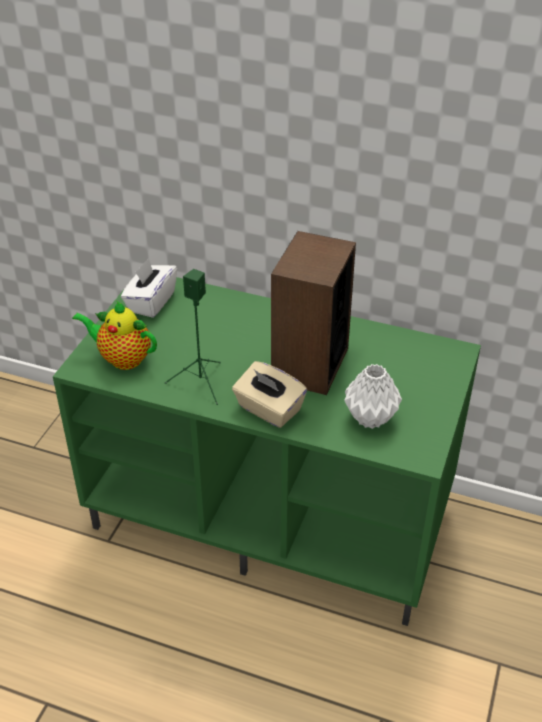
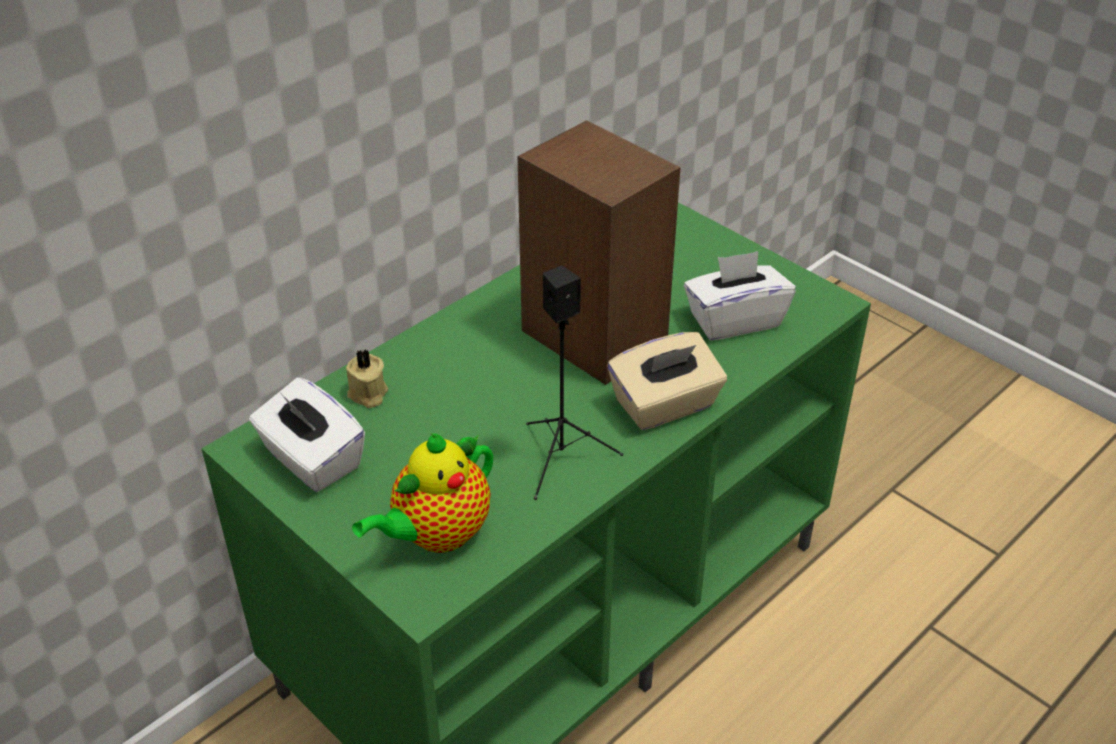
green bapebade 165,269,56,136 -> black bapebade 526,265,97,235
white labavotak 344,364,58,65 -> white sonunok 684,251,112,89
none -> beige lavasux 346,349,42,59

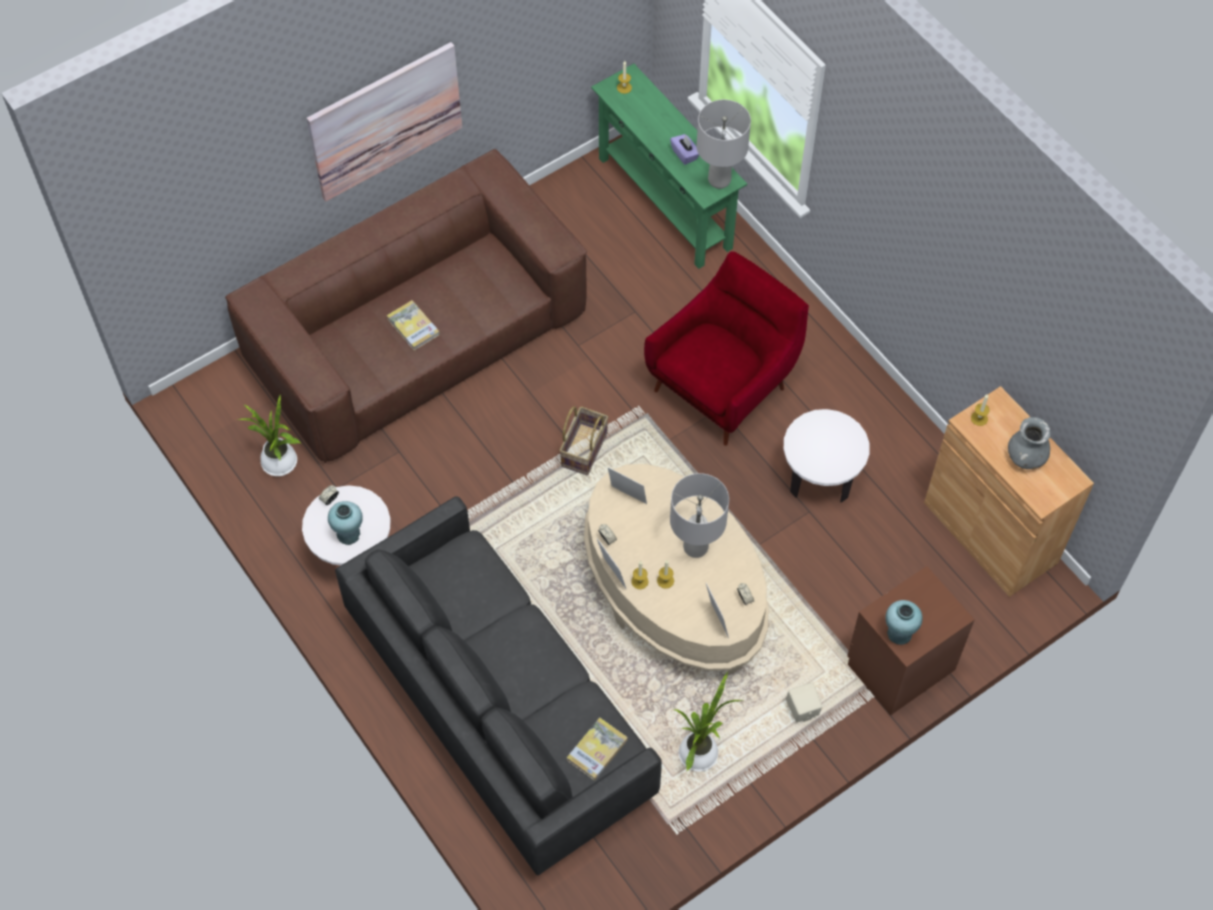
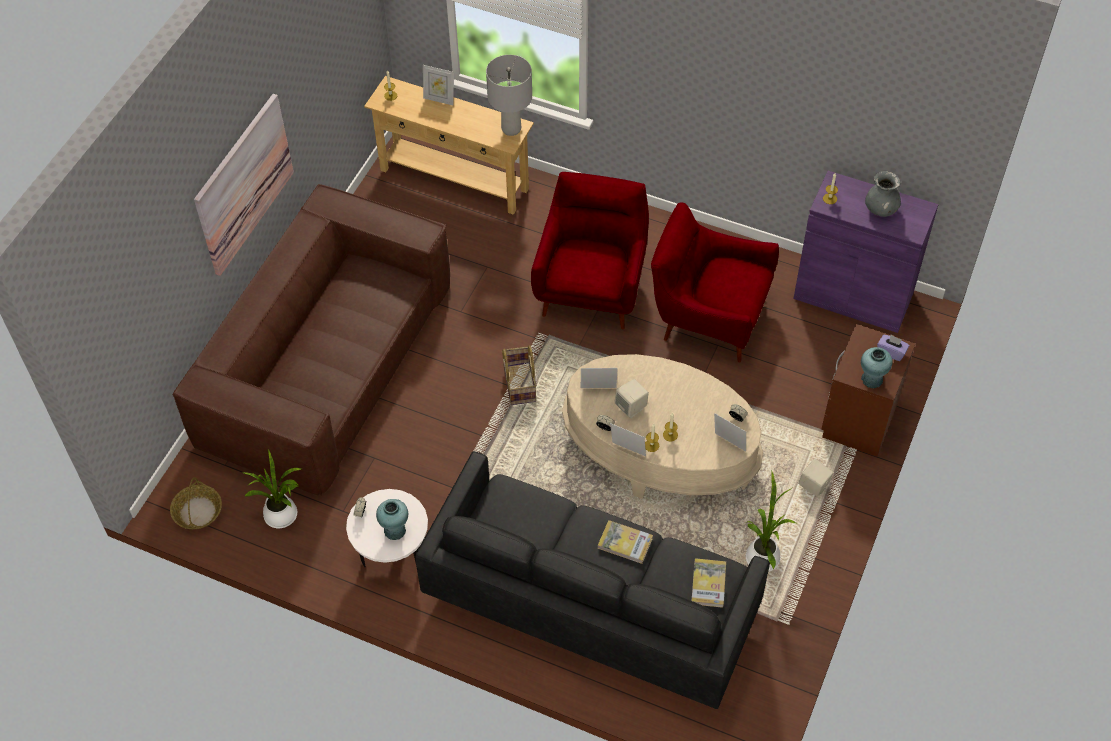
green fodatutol 591,63,156,206 -> beige fodatutol 364,76,170,139
purple sonunok 670,134,29,31 -> purple sonunok 877,334,32,27, shifted
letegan 387,300,53,51 -> letegan 597,520,56,44, shifted
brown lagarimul 924,386,170,211 -> purple lagarimul 793,171,146,162
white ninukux 784,409,86,94 -> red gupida 651,202,128,160
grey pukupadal 670,473,59,85 -> none
none -> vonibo 423,65,30,40
none -> beige bapebade 614,379,35,39
none -> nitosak 170,477,52,52

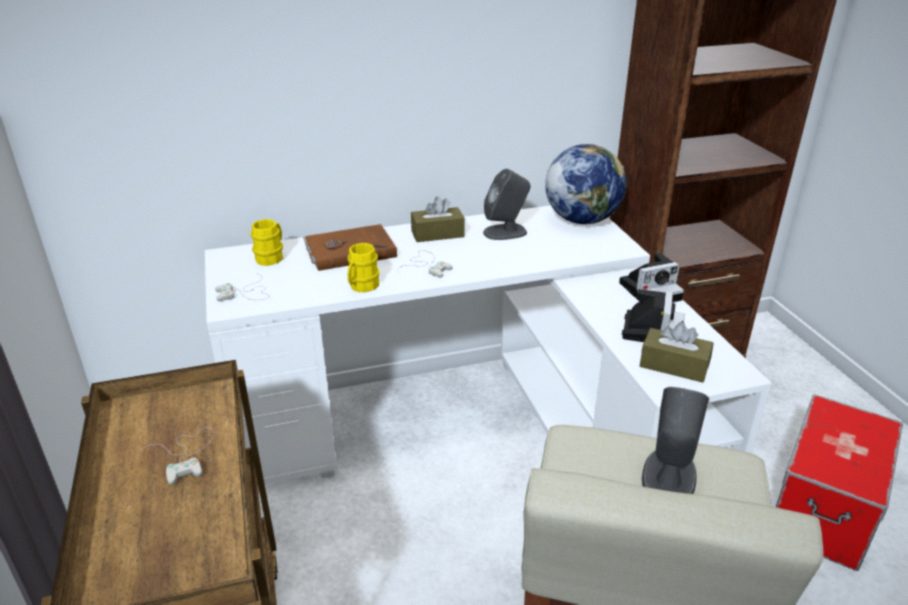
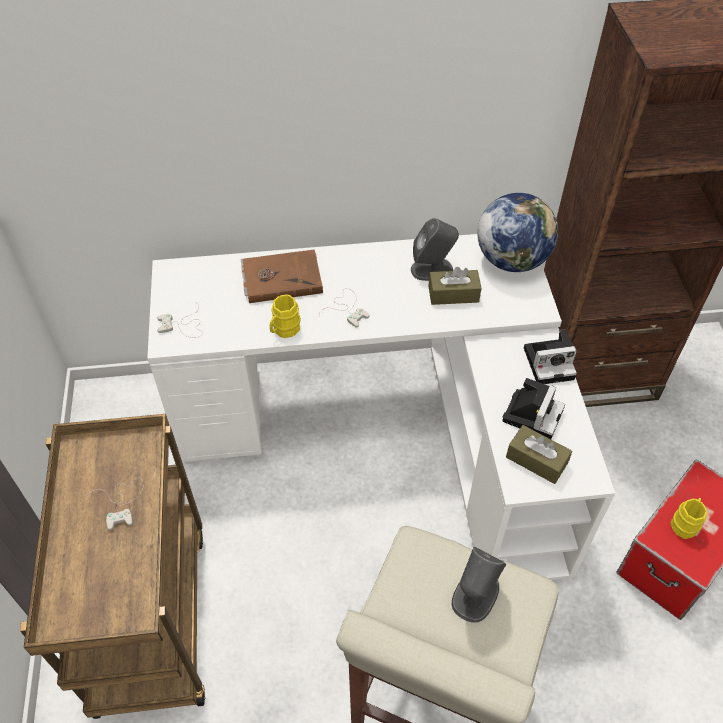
brown sonunok 411,196,54,46 -> brown sonunok 428,267,53,38, shifted
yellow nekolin 250,219,33,47 -> yellow nekolin 670,498,37,41, shifted

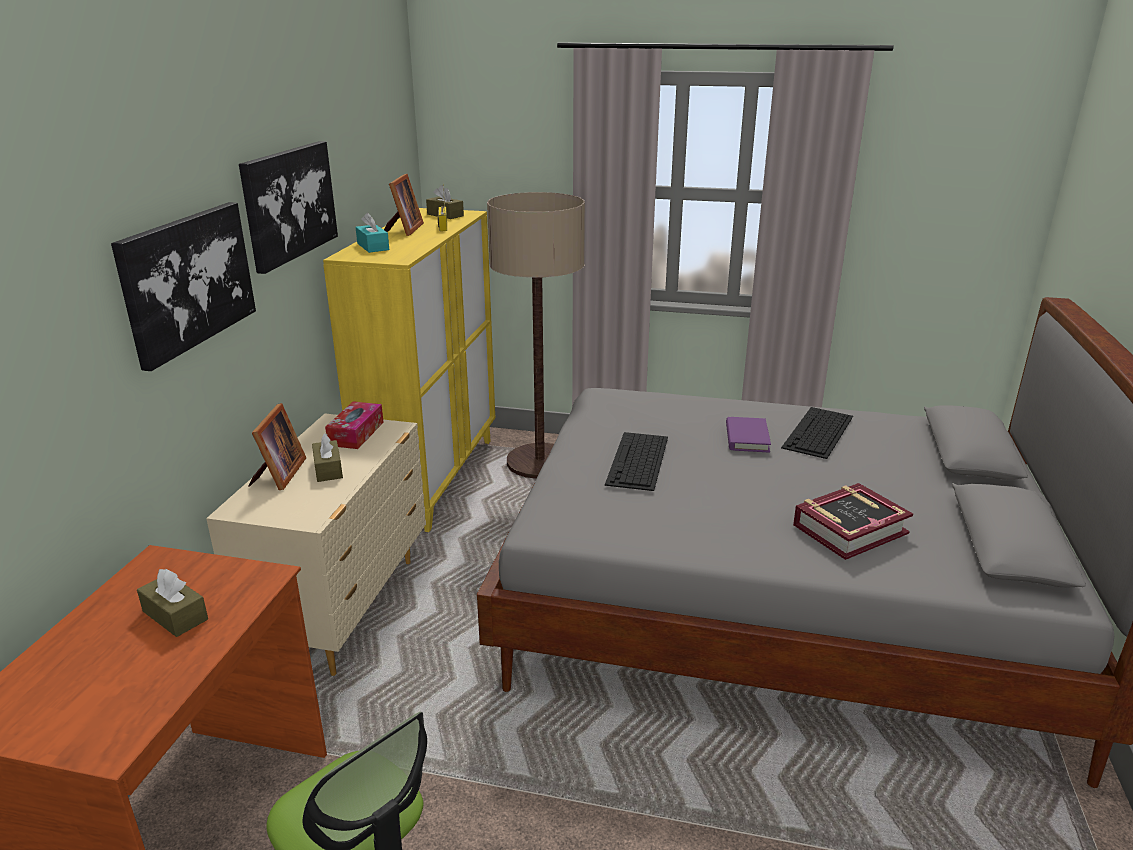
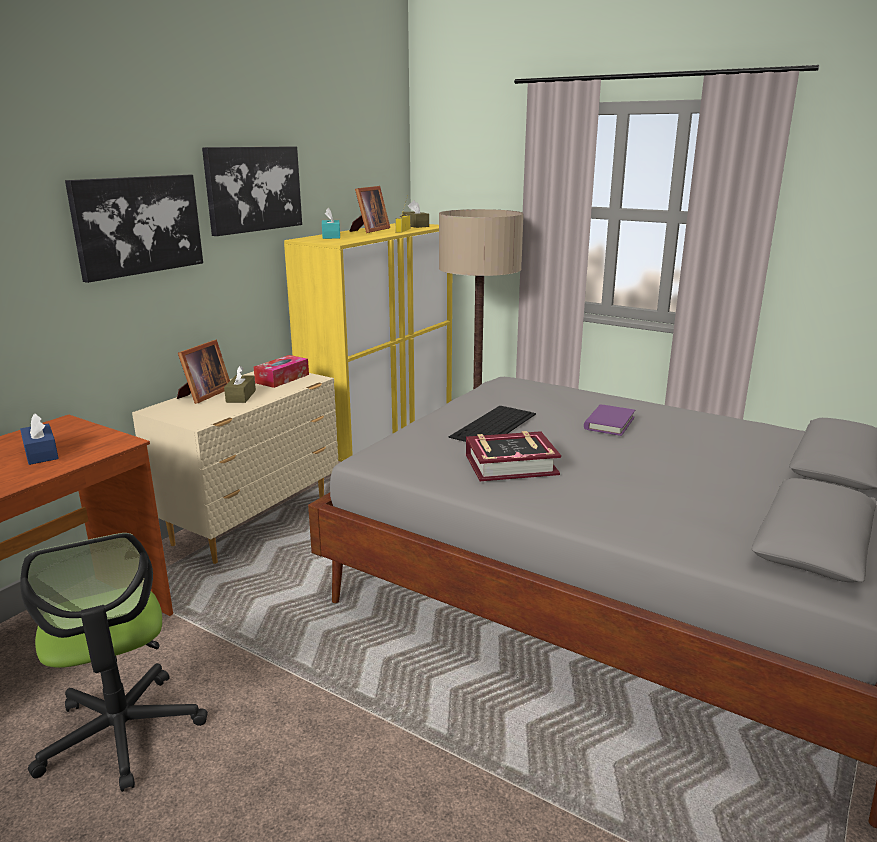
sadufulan 781,407,72,52 -> none
letegan 793,483,120,77 -> letegan 466,431,95,50, shifted
brown sonunok 137,569,71,68 -> blue sonunok 20,413,39,52

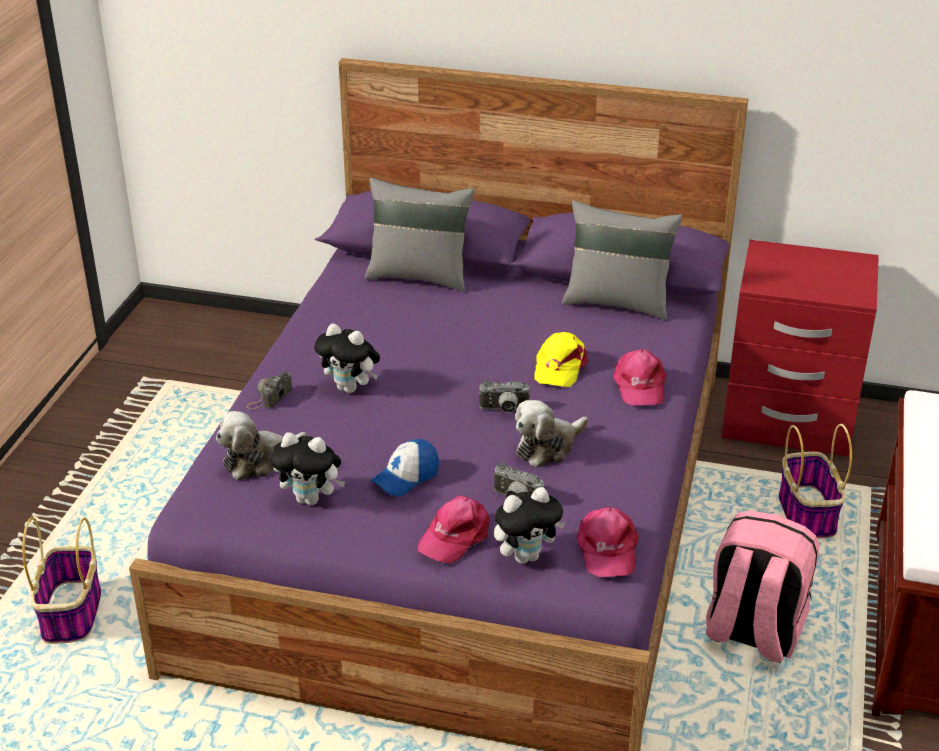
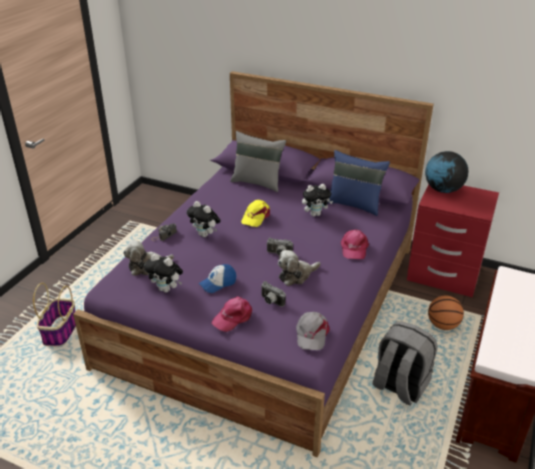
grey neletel 562,200,120,120 -> blue neletel 328,150,62,66
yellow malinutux 535,332,53,55 -> yellow malinutux 241,200,29,27, shifted
nitosak 779,424,73,115 -> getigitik 428,296,36,34
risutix 494,487,72,77 -> risutix 302,184,31,32, shifted
pink malinutux 577,507,62,70 -> grey malinutux 296,312,34,38
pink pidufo 706,511,113,152 -> grey pidufo 372,321,66,85
none -> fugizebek 425,151,44,42

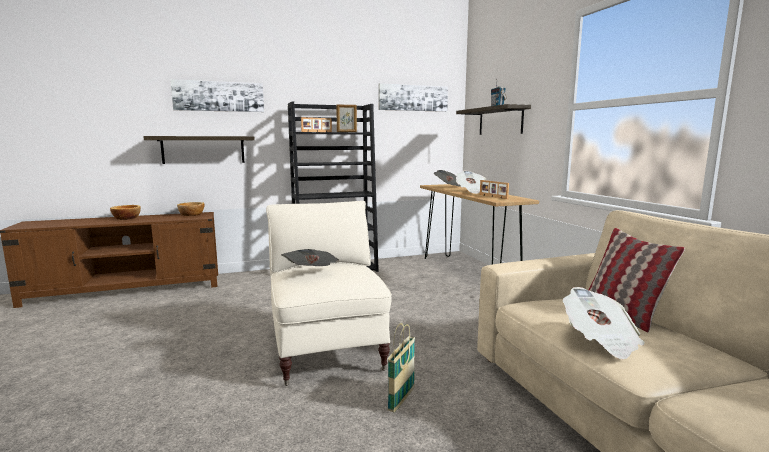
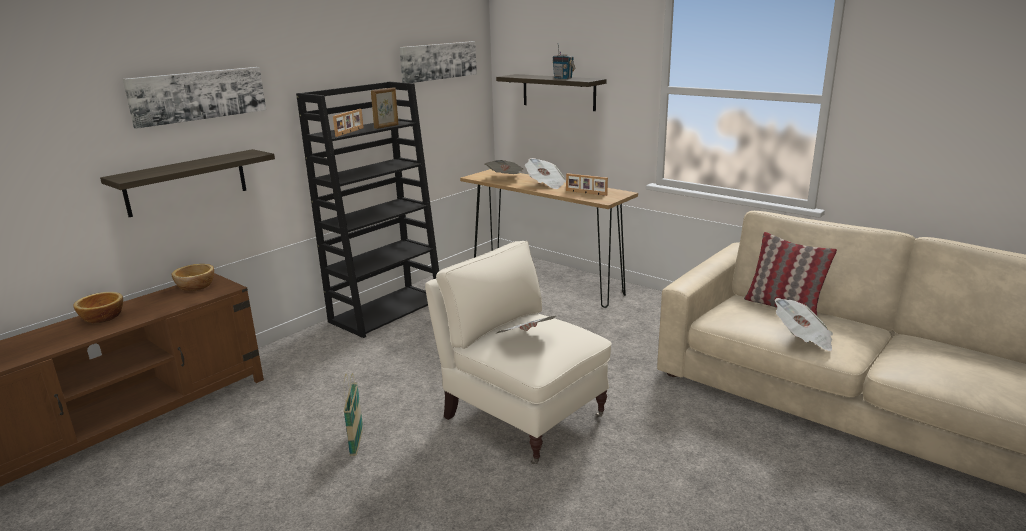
nitosak 388,323,27,90 -> nitosak 344,373,19,83, shifted

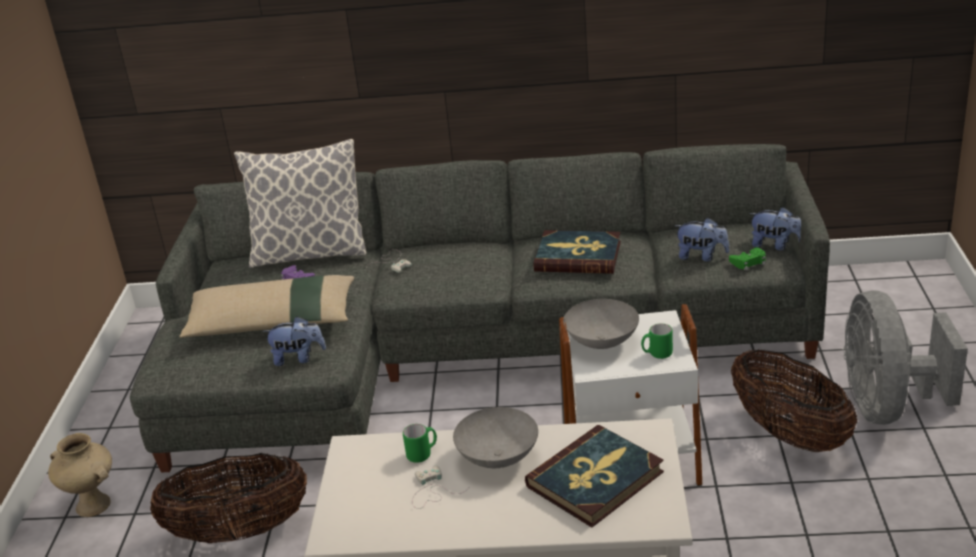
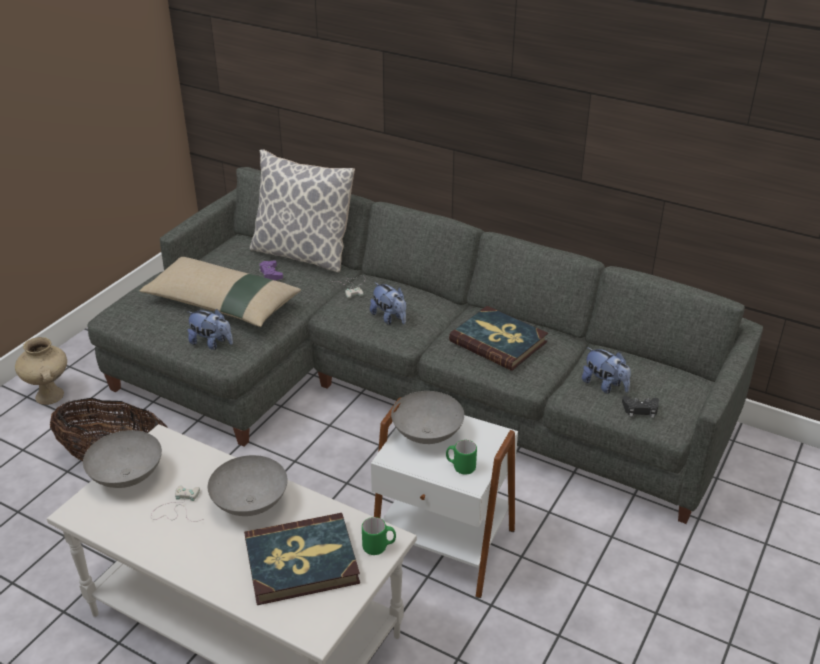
risutix 749,207,52,44 -> risutix 370,282,36,43, shifted
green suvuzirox 729,247,37,23 -> black suvuzirox 622,396,37,22
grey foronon 843,290,125,135 -> none
nitosak 731,349,126,103 -> none
green nekolin 403,424,34,39 -> green nekolin 362,517,34,38, shifted
none -> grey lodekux 83,430,79,58

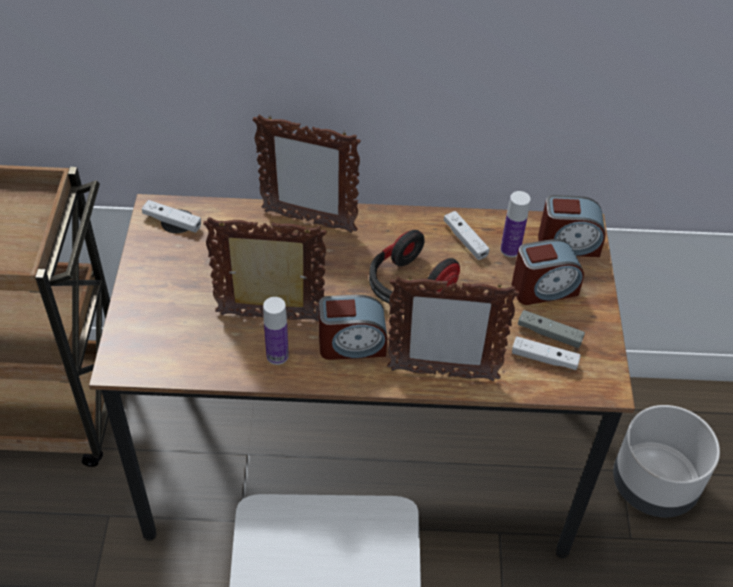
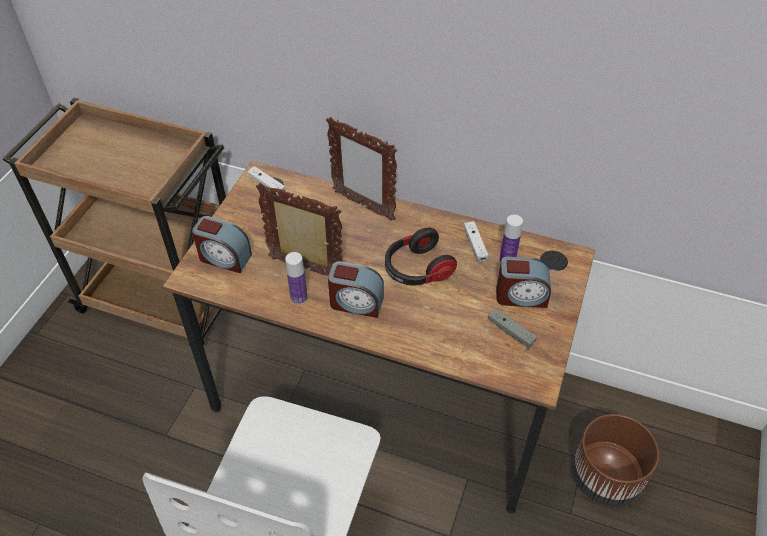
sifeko 538,195,68,62 -> sifeko 192,216,60,57, shifted
vonibo 387,276,132,105 -> none
white suvuzirox 512,337,69,33 -> none
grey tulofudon 613,405,107,112 -> brown tulofudon 572,414,87,93

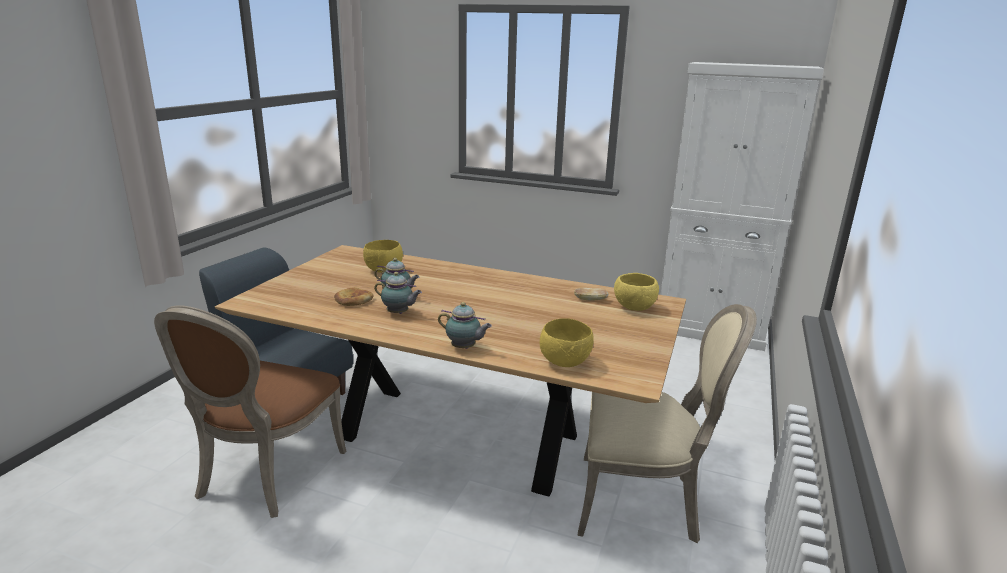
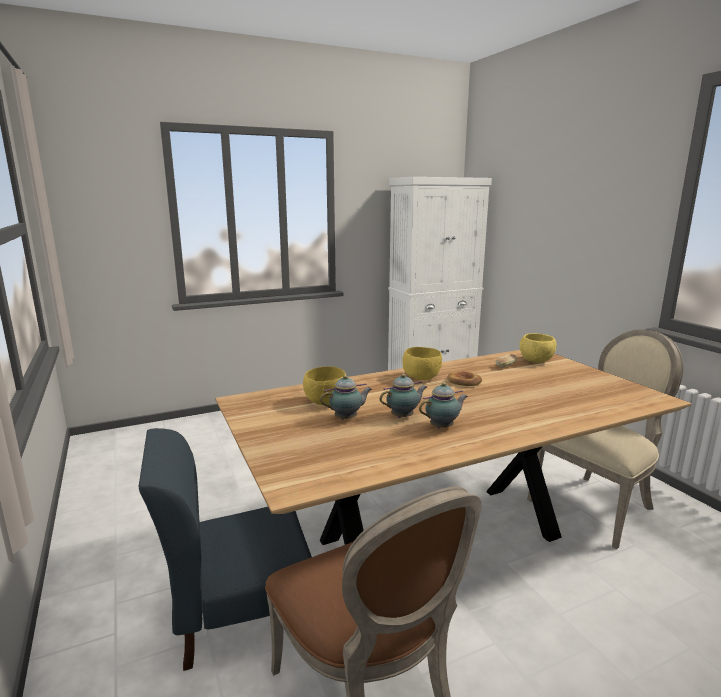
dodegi 334,287,40,19 -> dodegi 448,371,34,15, shifted
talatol 438,302,54,47 -> talatol 320,375,52,45, shifted
yellow lodekux 540,318,54,49 -> yellow lodekux 402,347,40,33, shifted

